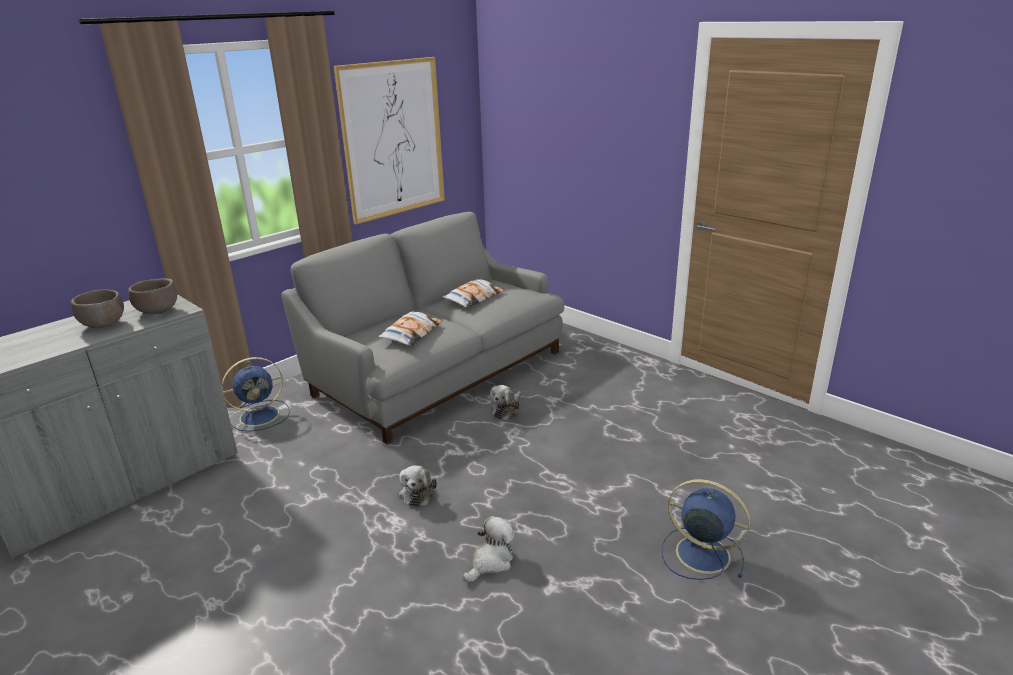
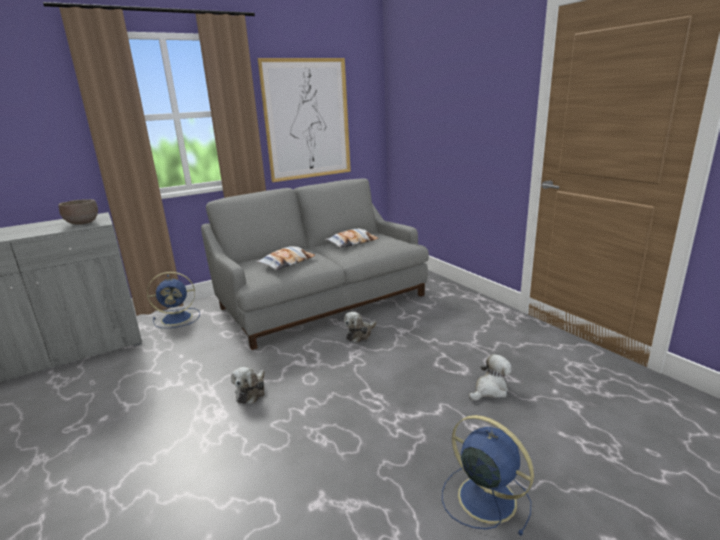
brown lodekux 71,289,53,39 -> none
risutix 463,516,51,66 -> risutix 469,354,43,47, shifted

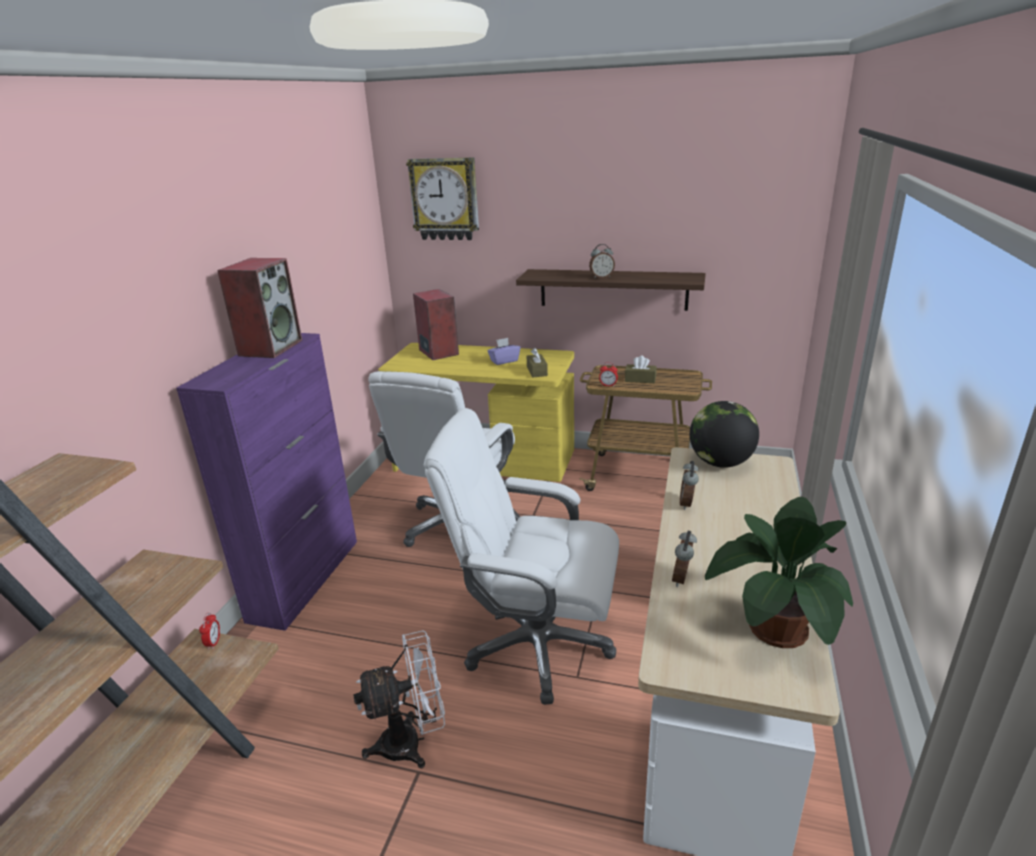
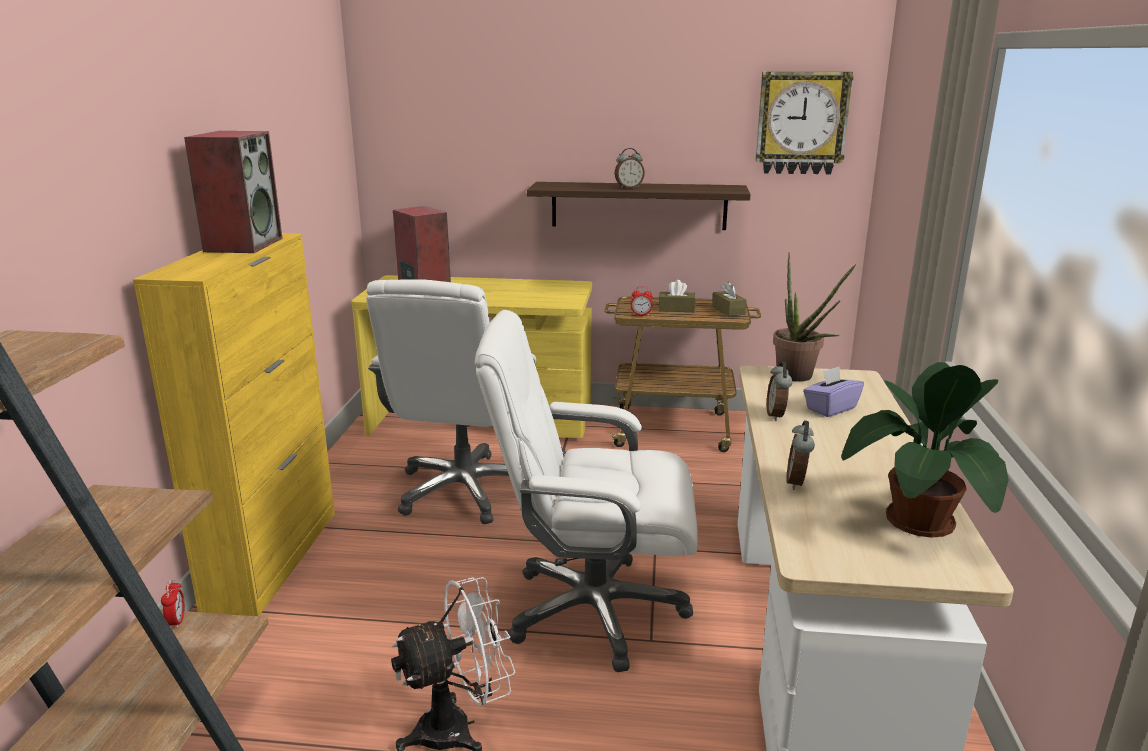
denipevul 406,157,73,83 -> denipevul 755,71,98,103, shifted
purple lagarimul 176,333,181,298 -> yellow lagarimul 133,233,202,383
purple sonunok 488,338,33,27 -> purple sonunok 803,366,61,51, shifted
brown sonunok 526,348,22,30 -> brown sonunok 712,281,35,35, shifted
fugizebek 690,401,69,67 -> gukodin 773,252,83,130

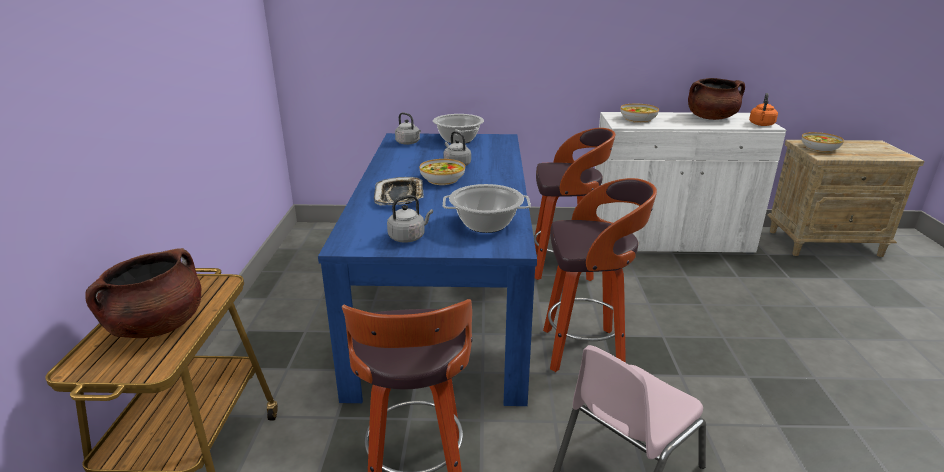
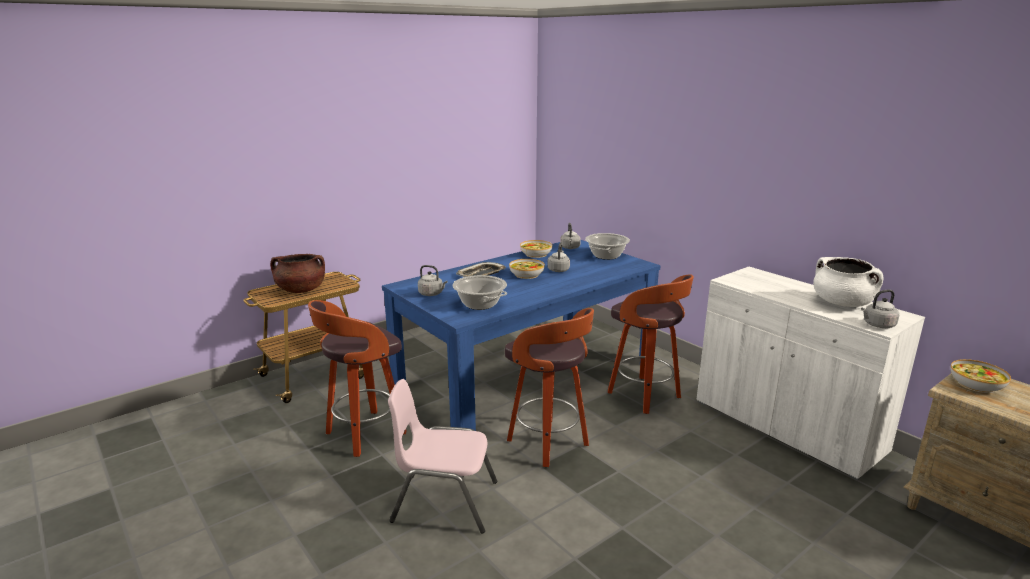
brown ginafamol 688,78,57,42 -> white ginafamol 813,257,70,50
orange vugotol 749,93,29,33 -> grey vugotol 861,290,38,38
lodekux 620,104,39,19 -> lodekux 520,240,32,18, shifted

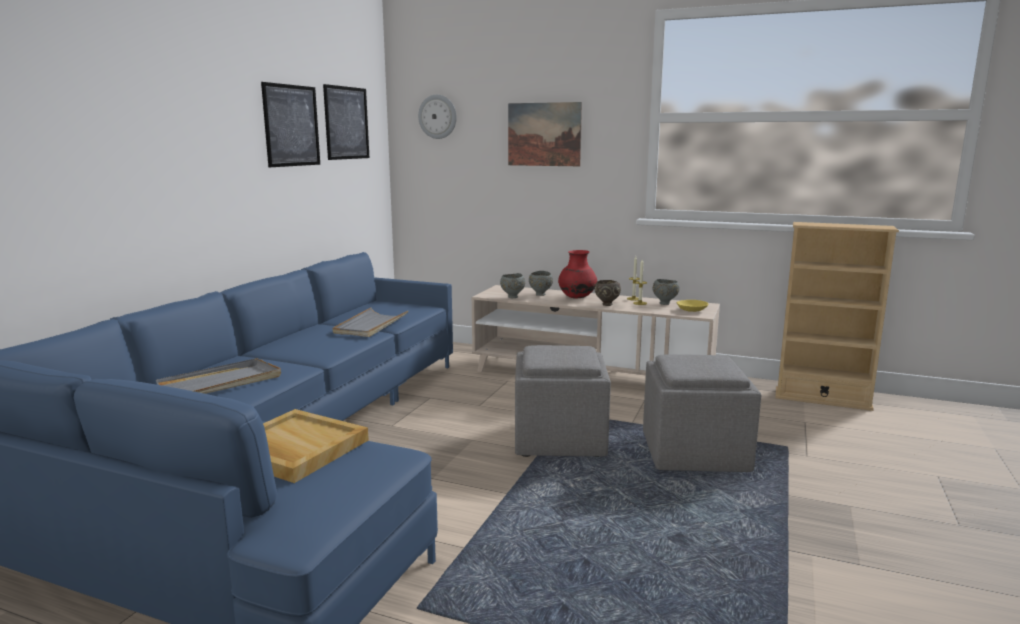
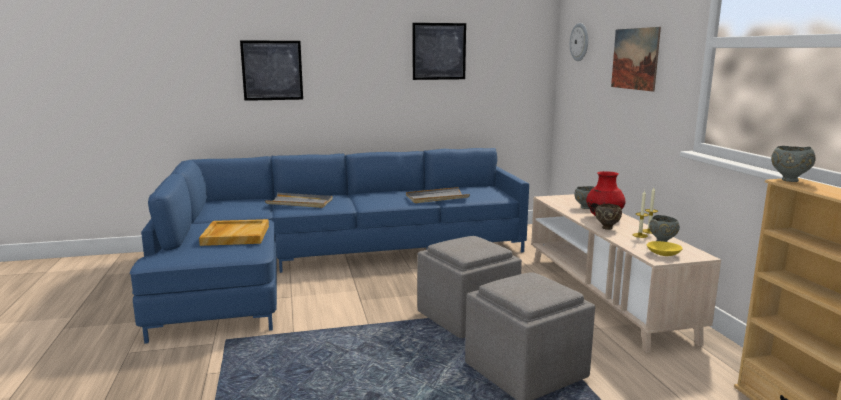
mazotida 323,84,46,76 -> mazotida 240,41,63,60, shifted
grey lodekux 500,273,25,25 -> grey lodekux 771,146,45,36, shifted

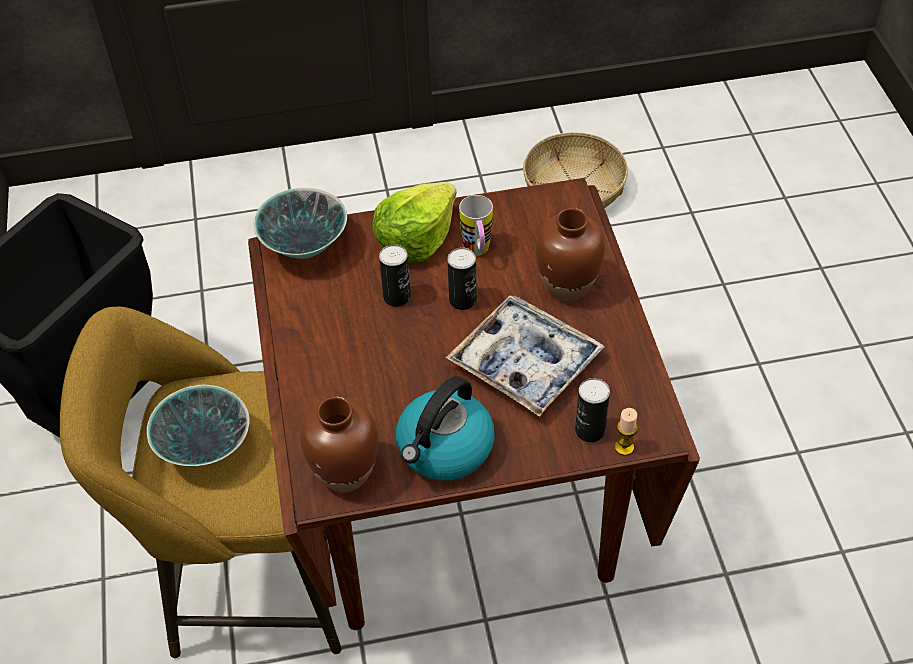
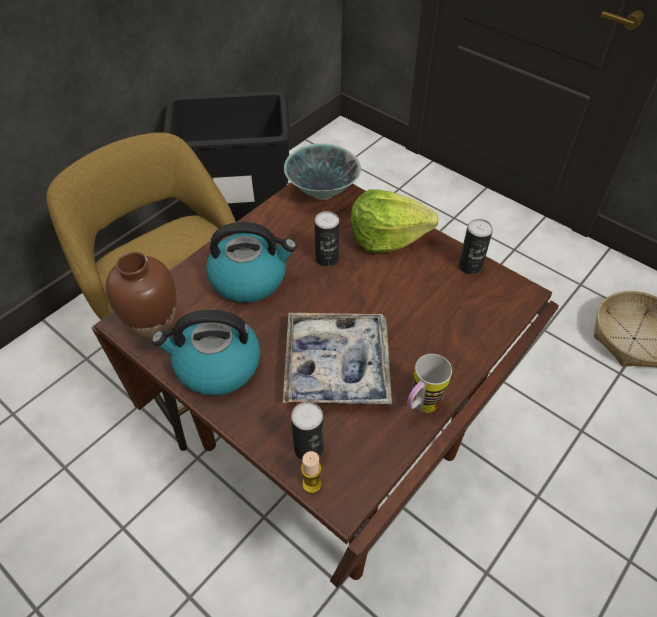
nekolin 459,195,34,61 -> nekolin 407,354,45,59, shifted
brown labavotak 536,208,69,94 -> none
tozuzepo 447,247,30,63 -> tozuzepo 459,219,34,56, shifted
lodekux 147,385,102,81 -> none
none -> vugotol 206,222,91,81

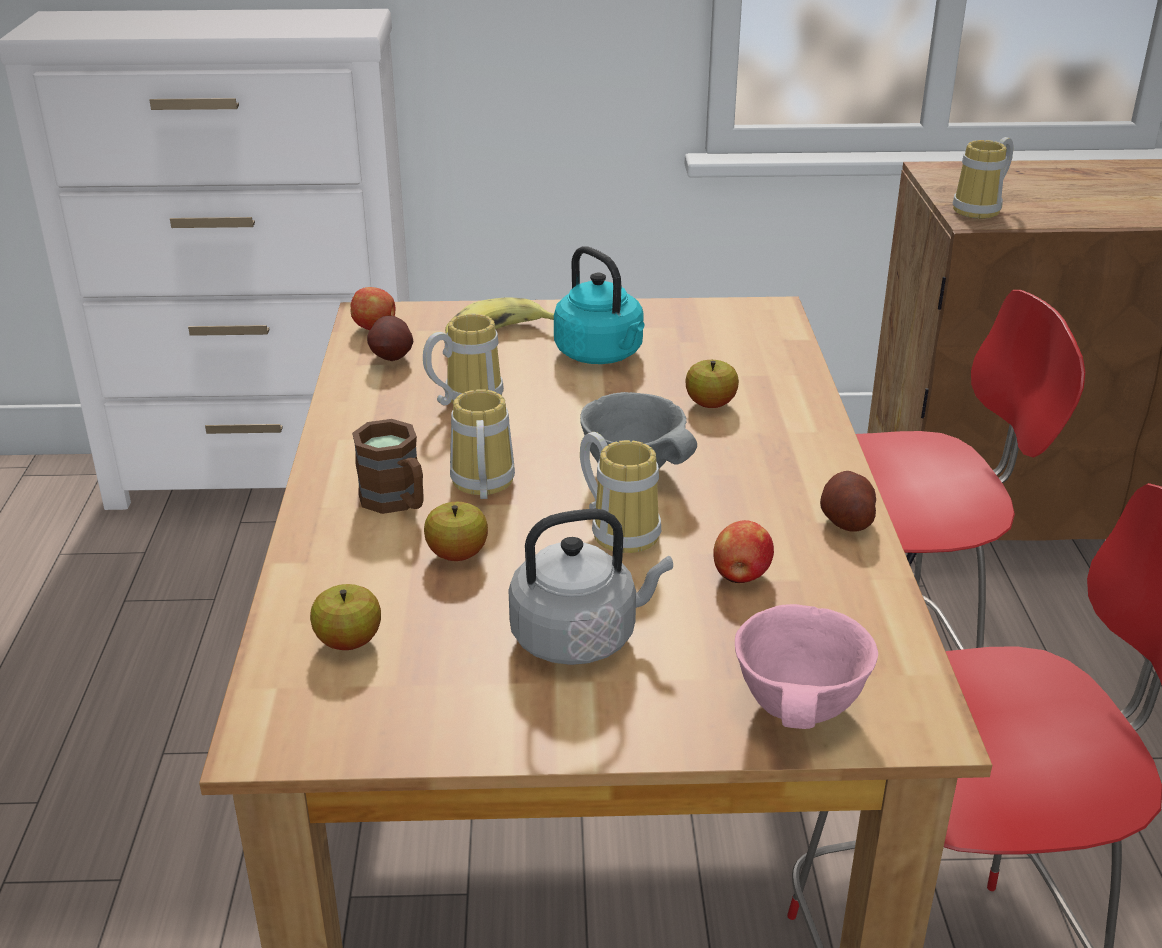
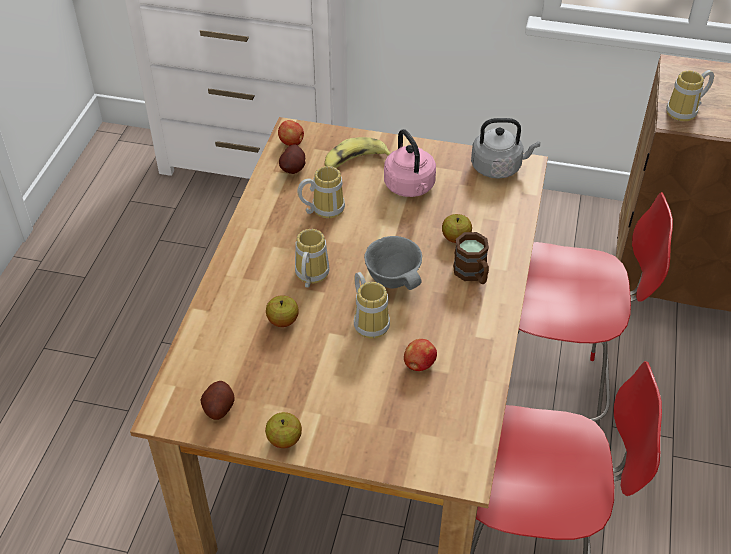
turquoise vugotol 554,246,90,118 -> pink vugotol 384,129,52,68
brown nekolin 352,419,72,95 -> brown nekolin 453,232,36,52, shifted
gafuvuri 820,471,56,61 -> gafuvuri 200,381,34,39, shifted
grey vugotol 508,509,165,156 -> grey vugotol 471,118,69,61, shifted
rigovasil 310,584,71,66 -> rigovasil 265,412,37,36, shifted
pink lodekux 735,604,143,125 -> none

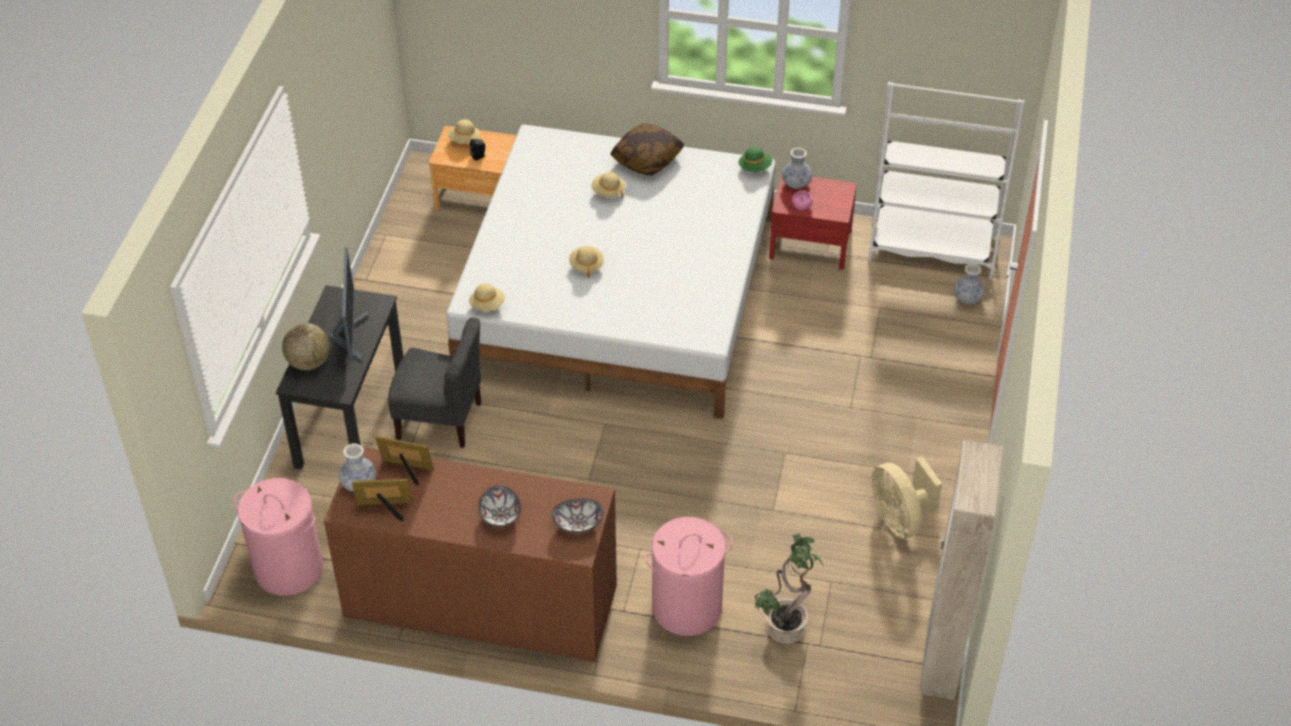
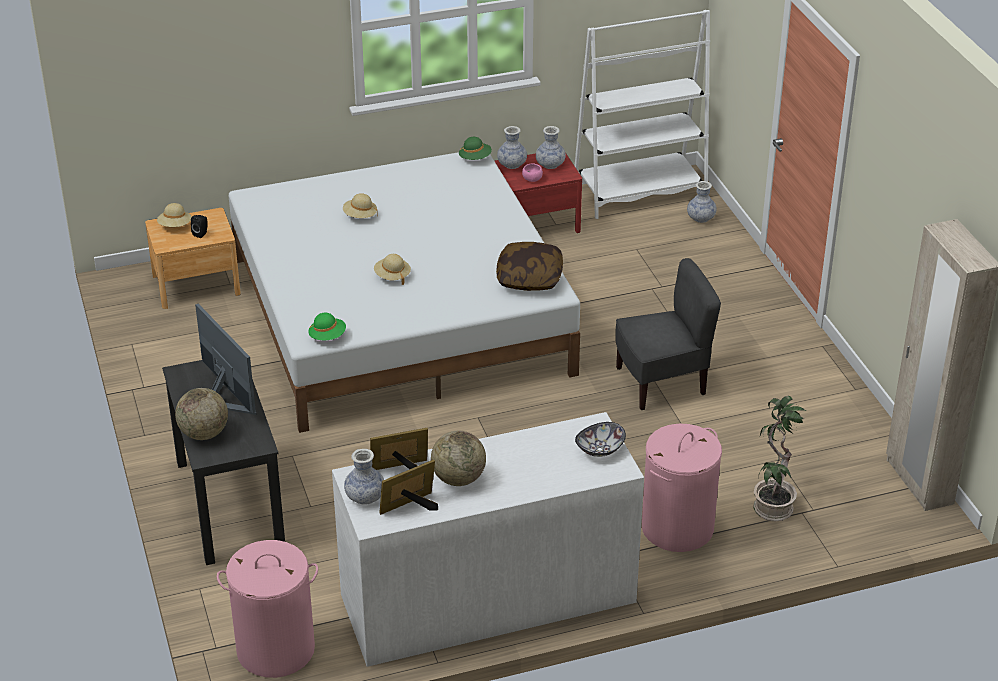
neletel 611,123,73,53 -> neletel 496,242,67,49, shifted
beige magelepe 469,283,36,28 -> green magelepe 308,313,38,27
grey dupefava 388,317,93,131 -> grey dupefava 615,258,106,152, shifted
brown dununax 324,447,293,215 -> white dununax 332,412,312,255
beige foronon 871,457,71,81 -> none
lodekux 479,486,42,41 -> none
none -> labavotak 536,126,30,43
none -> fugizebek 431,431,55,55

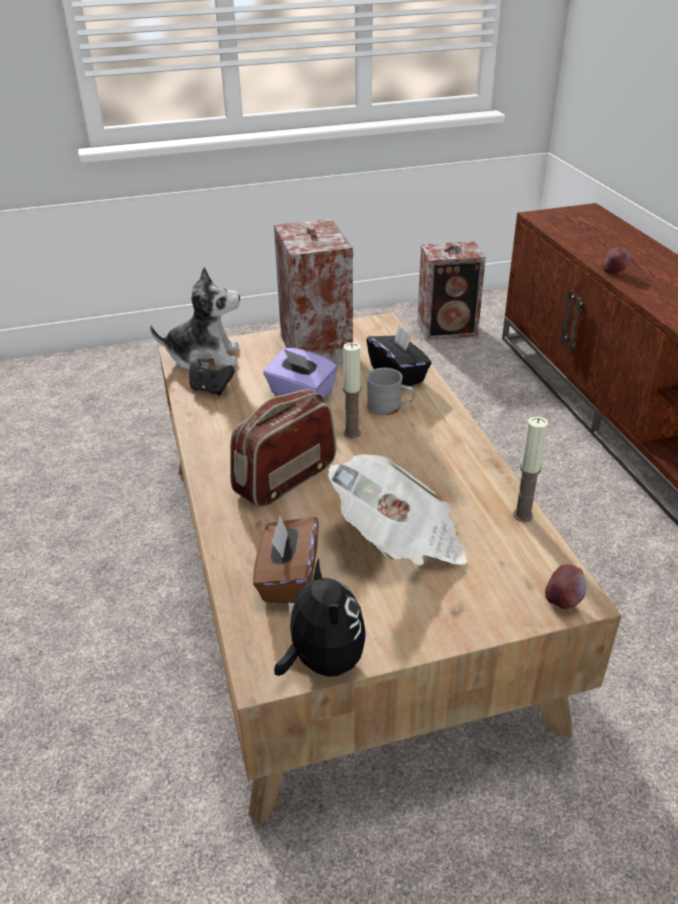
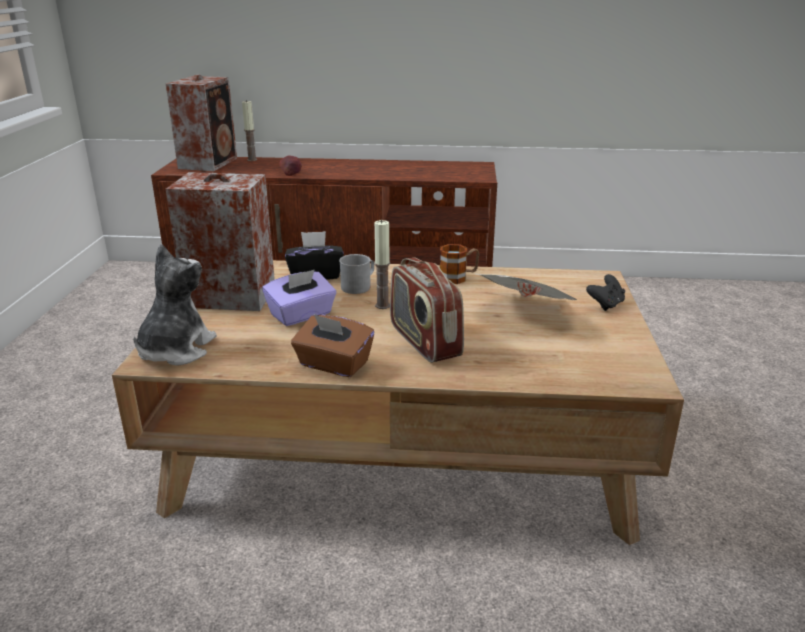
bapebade 417,241,69,99 -> bapebade 166,74,71,97, shifted
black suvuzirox 189,359,46,37 -> black suvuzirox 586,274,39,37, shifted
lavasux 513,417,35,105 -> lavasux 242,100,15,61, shifted
brown sonunok 253,516,65,87 -> brown sonunok 291,314,83,63, shifted
risutix 274,558,92,119 -> none
rigovasil 545,564,42,46 -> none
none -> nekolin 440,244,39,40

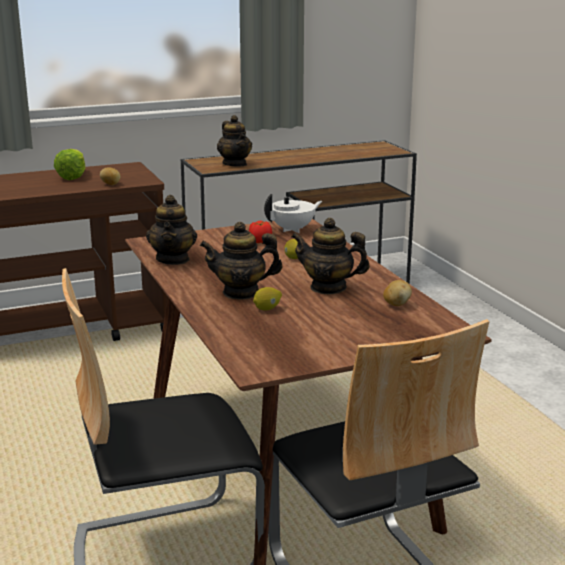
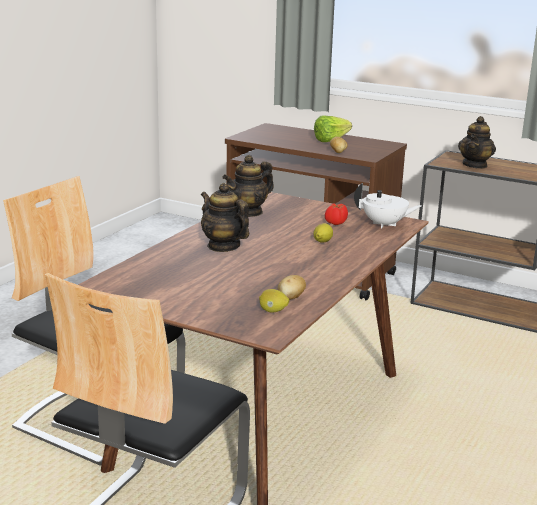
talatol 291,218,79,76 -> none
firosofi 253,287,29,24 -> firosofi 259,289,30,23, shifted

